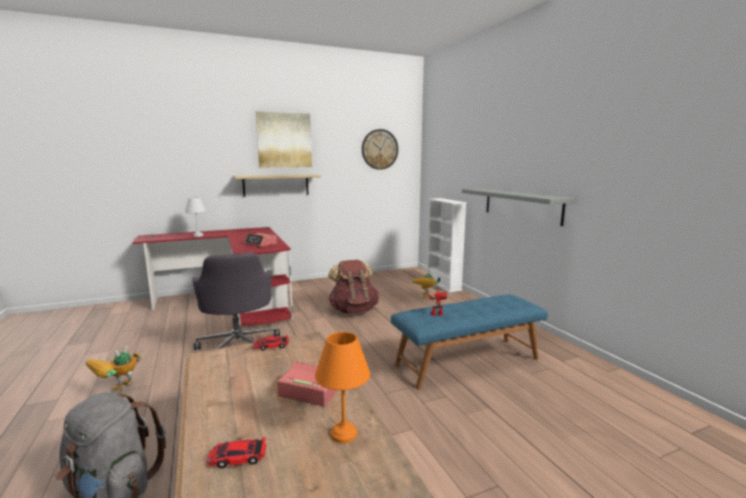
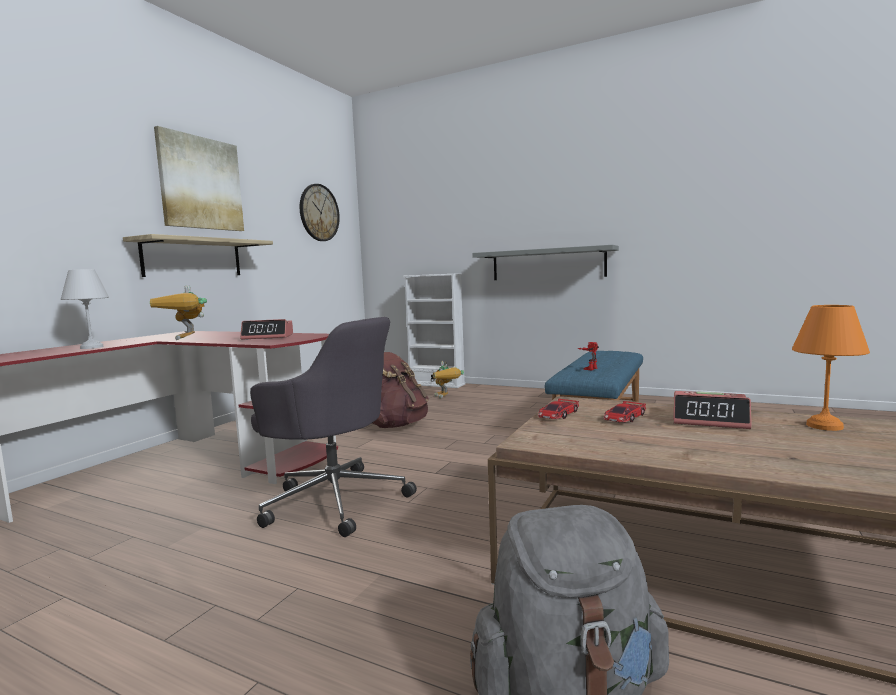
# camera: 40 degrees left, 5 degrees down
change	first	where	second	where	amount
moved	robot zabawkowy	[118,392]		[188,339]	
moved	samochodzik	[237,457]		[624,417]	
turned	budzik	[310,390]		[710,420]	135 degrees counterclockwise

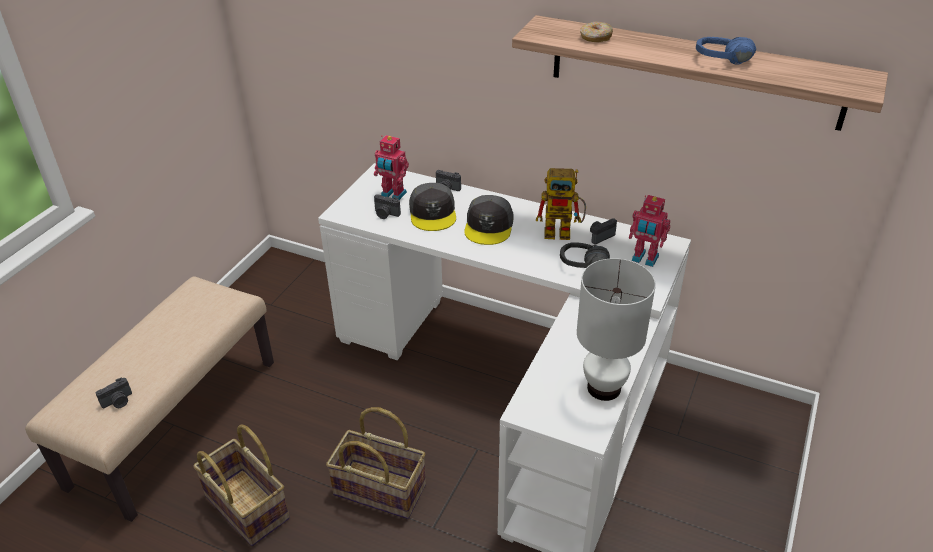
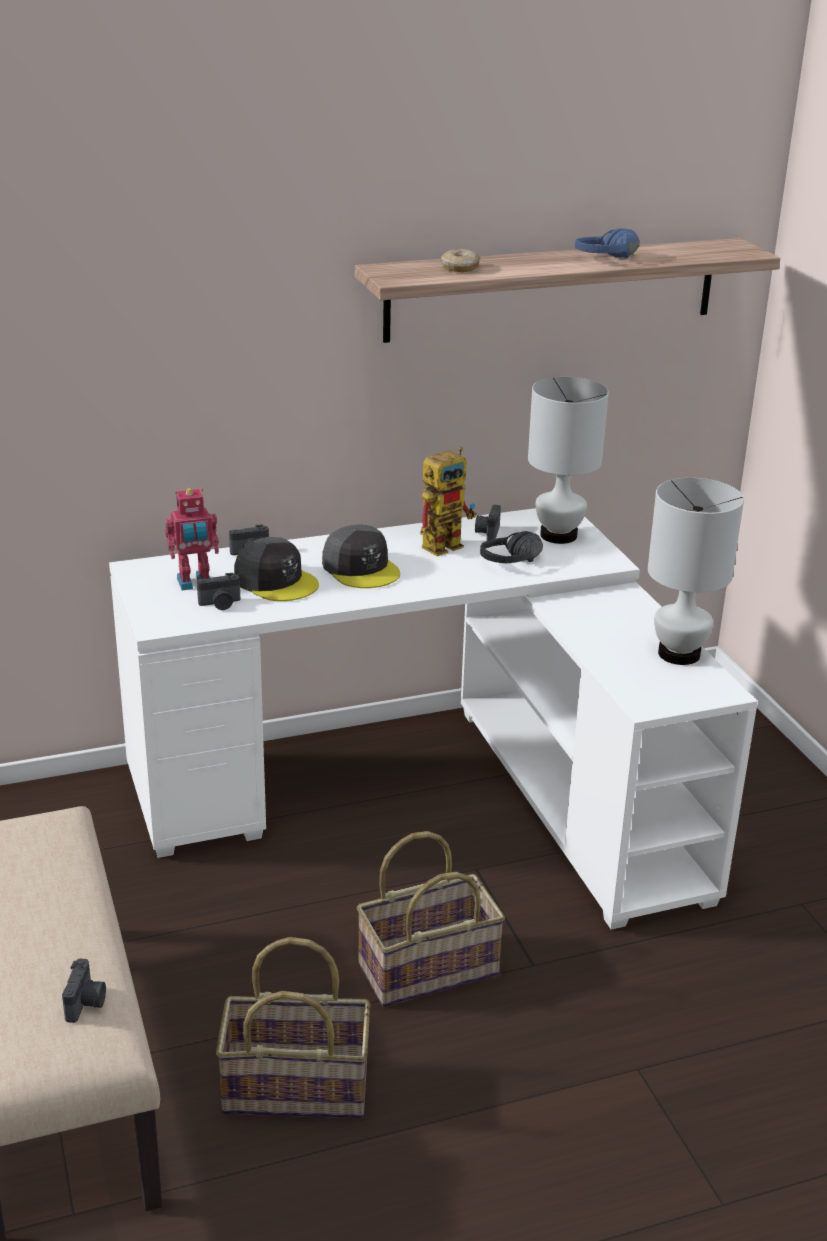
# camera: 45 degrees left, 10 degrees down
change	first	where	second	where	amount
replaced	robot zabawkowy	[644,259]	lampa stołowa (biały)	[559,535]	

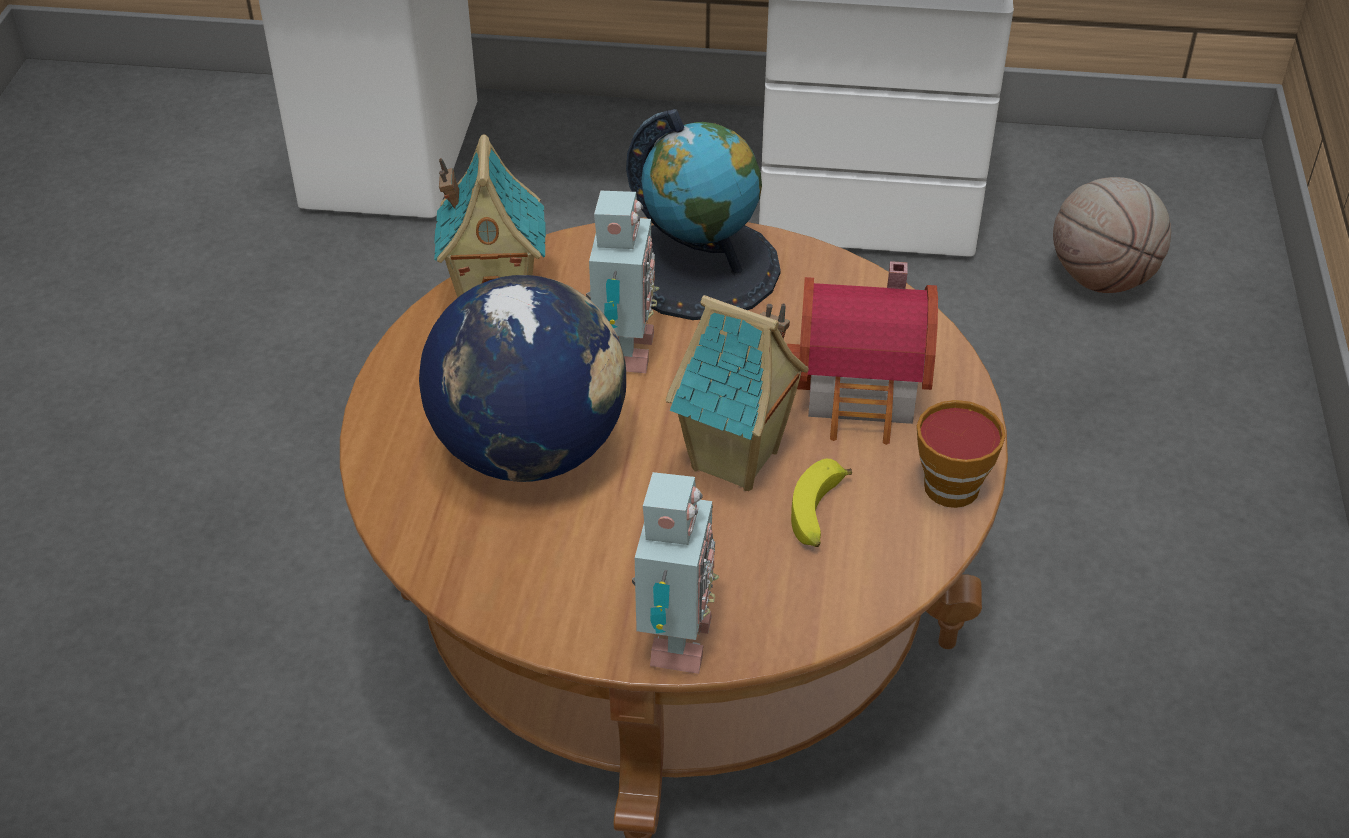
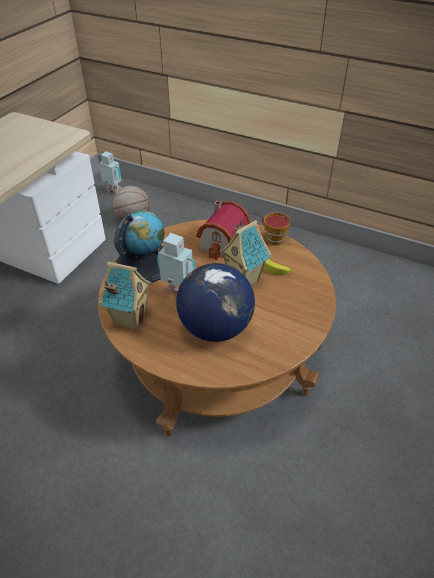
# camera: 70 degrees left, 0 degrees up
change	first	where	second	where	amount
moved	robot zabawkowy	[672,643]		[113,191]	

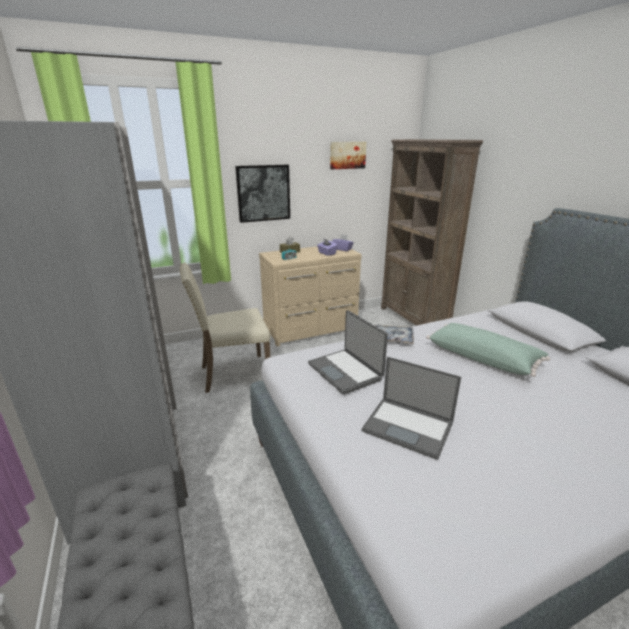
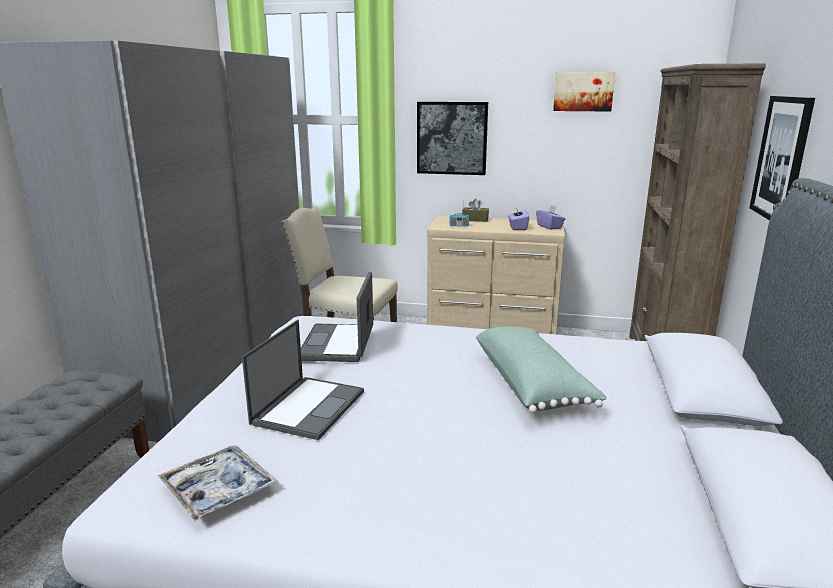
# camera: 35 degrees right, 5 degrees down
change	first	where	second	where	amount
moved	taca	[393,338]		[218,490]	
turned	laptop	[409,427]		[309,406]	135 degrees counterclockwise
added			obraz	[782,159]	

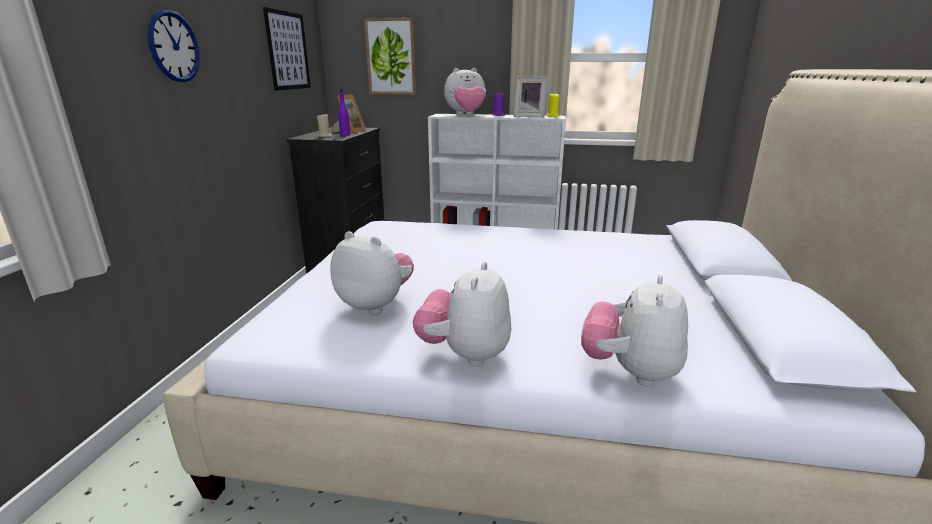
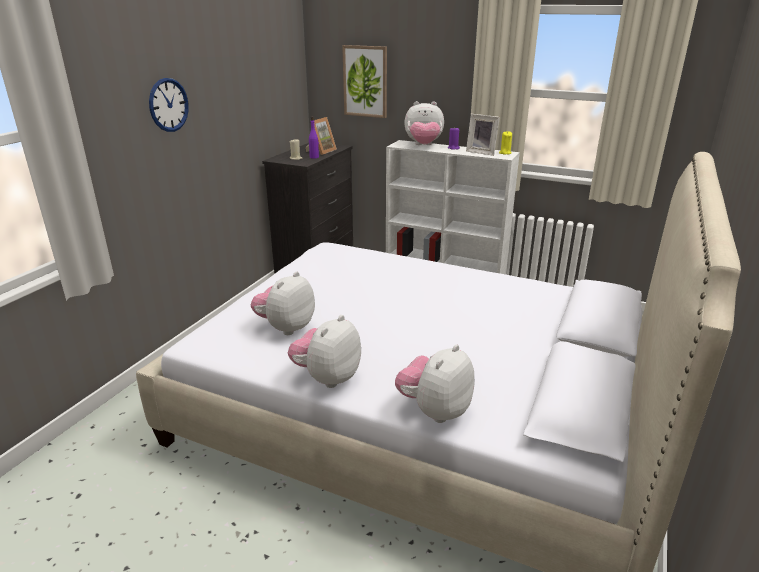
# camera: 15 degrees right, 5 degrees up
change	first	where	second	where	amount
turned	pluszak	[375,304]		[286,327]	105 degrees counterclockwise
removed	obraz	[288,51]			

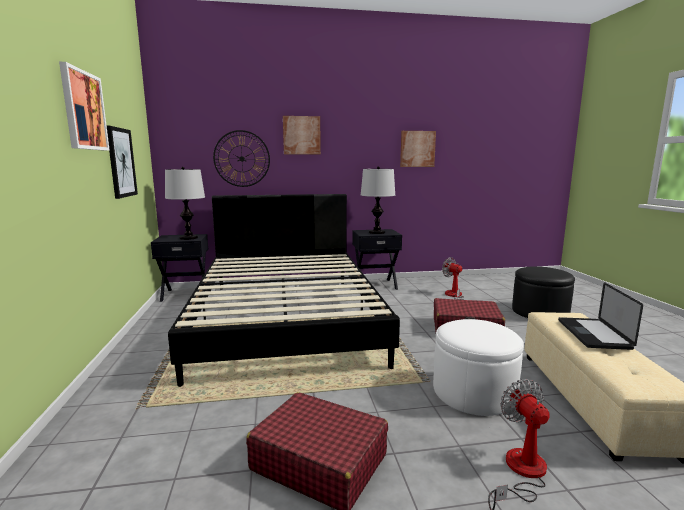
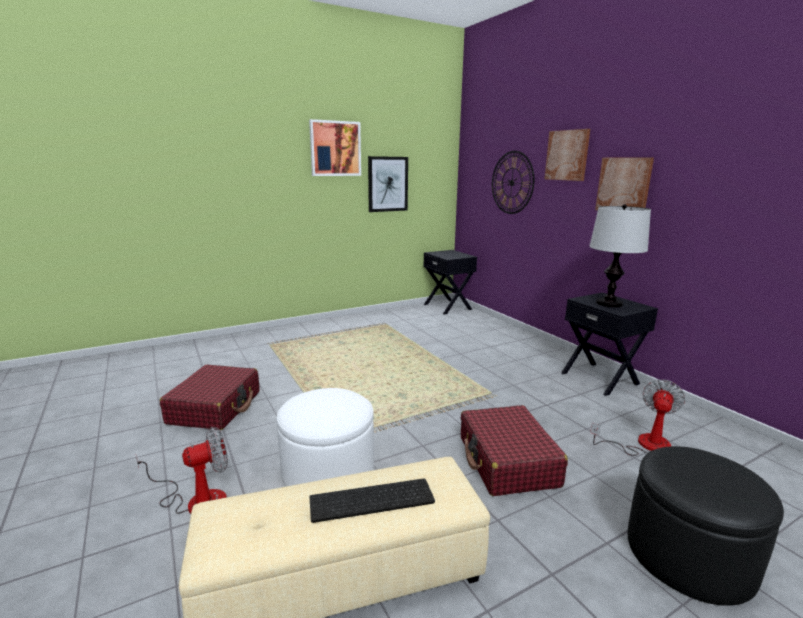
# camera: 70 degrees right, 5 degrees up
change	first	where	second	where	amount
replaced	laptop	[593,334]	klawiatura	[371,501]	
moved	obraz	[417,149]		[624,185]	
removed	lampa stołowa	[188,238]			
removed	łóżko (czarny)	[286,318]			

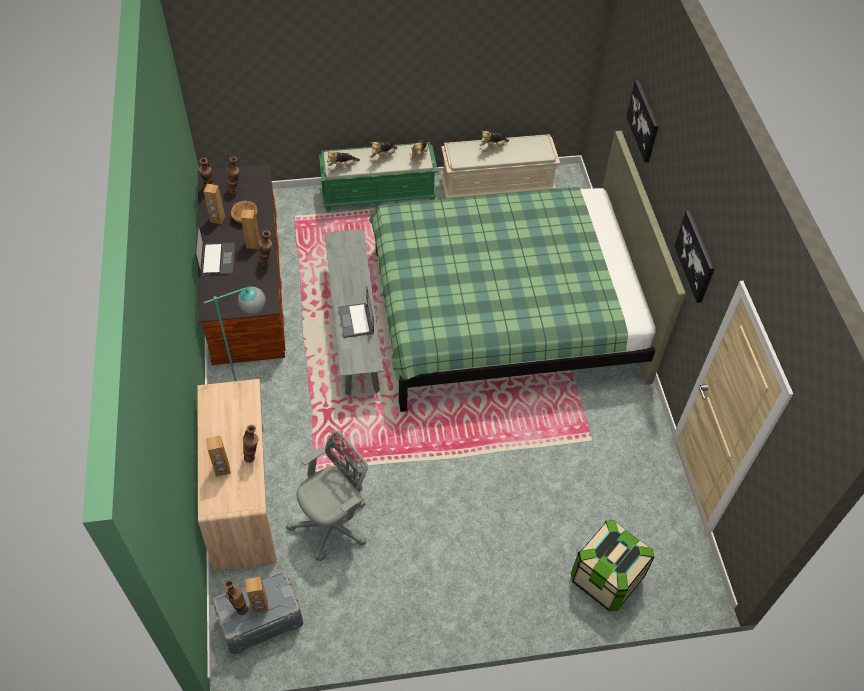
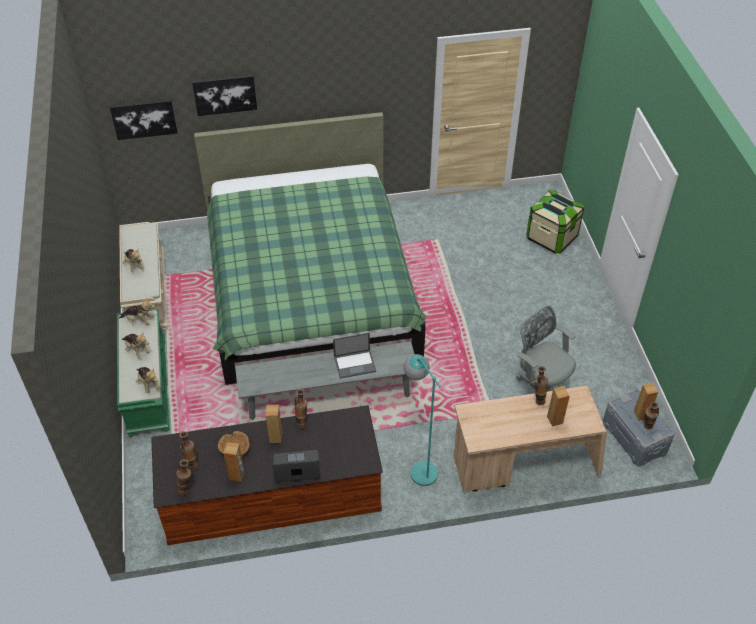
# camera: 90 degrees left, 5 degrees down
change	first	where	second	where	amount
moved	obraz	[695,256]		[144,118]	

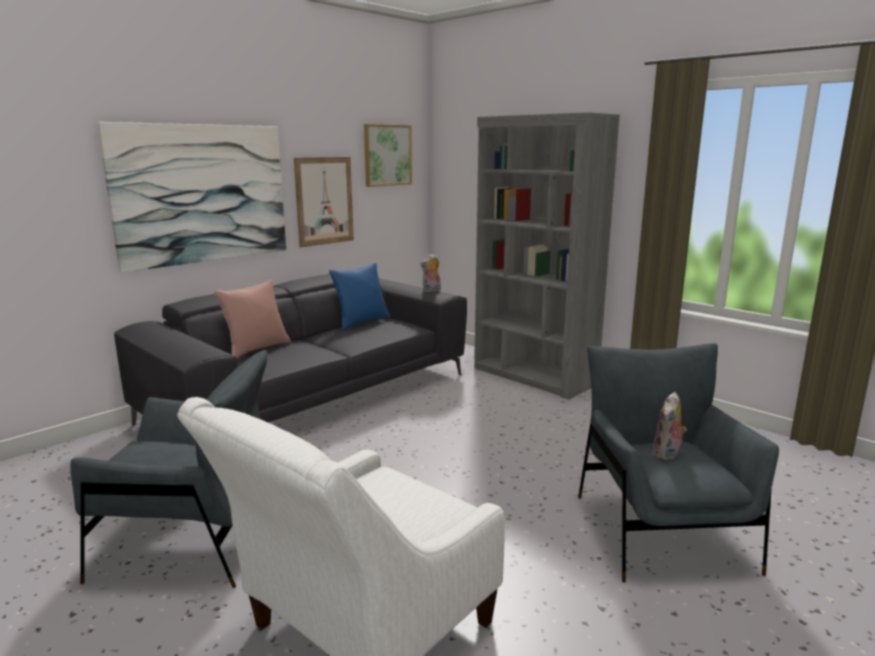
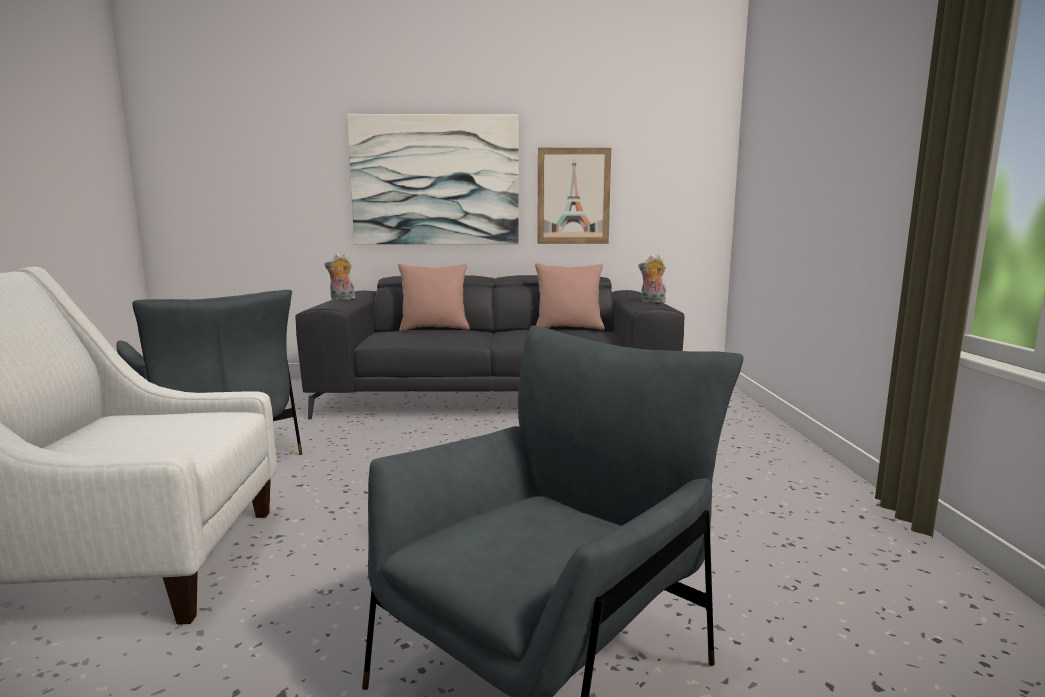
# camera: 45 degrees right, 5 degrees down
change	first	where	second	where	amount
moved	pluszak	[667,455]		[342,299]	
recoloured	poduszka (niebieski)	[361,322]	poduszka (różowy)	[568,328]	
removed	obraz	[387,155]			
removed	regał (szary)	[533,376]			

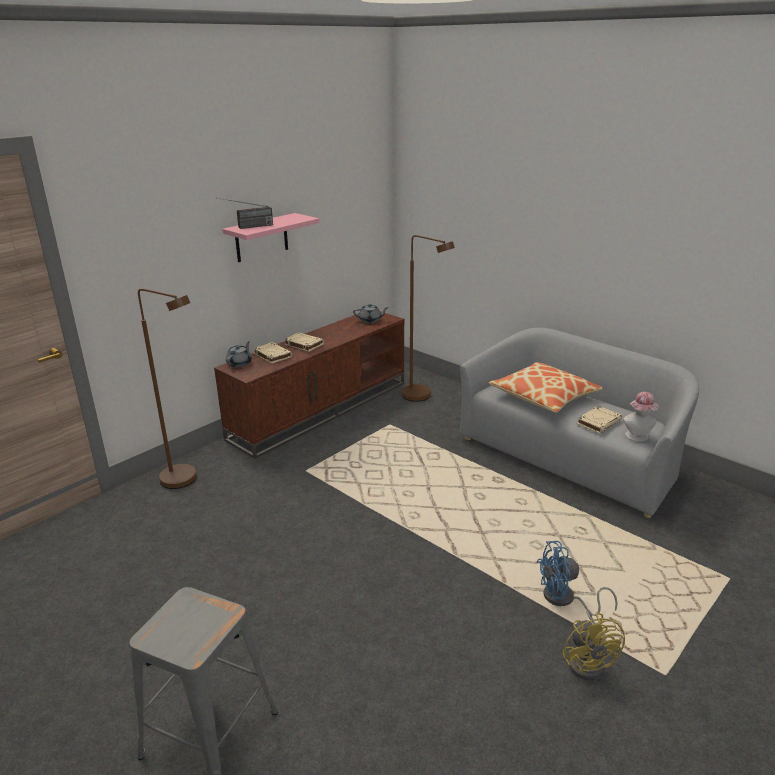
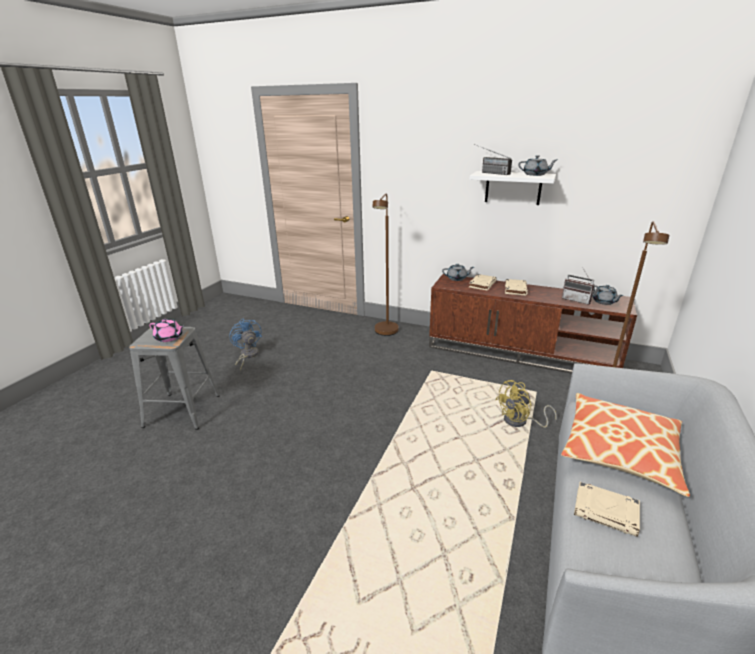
# camera: 70 degrees right, 0 degrees up
change	first	where	second	where	amount
added			imbryk (różowy)	[169,338]	
moved	wentylator (niebieski)	[565,600]		[247,356]	
recoloured	półka (różowy)	[261,238]	półka (biały)	[513,188]	
moved	wentylator (żółty)	[588,662]		[520,422]	
added			imbryk (szary)	[535,174]	
added			radio	[577,300]	
removed	kapelusz	[637,437]			

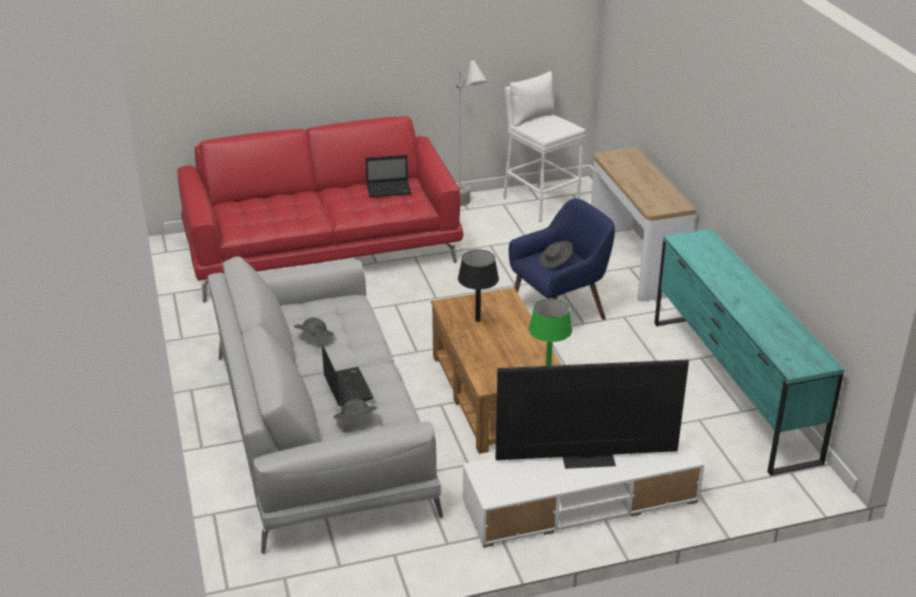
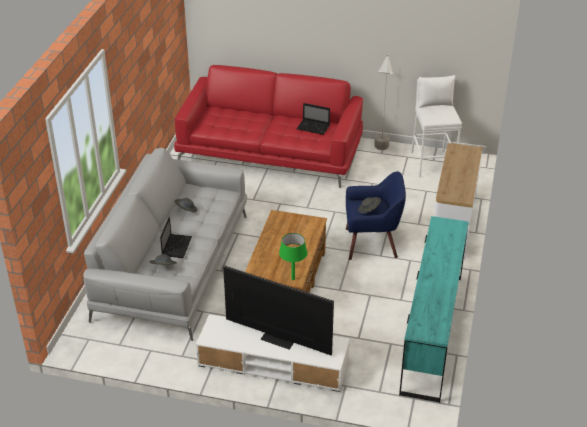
# camera: 30 degrees right, 5 degrees up
change	first	where	second	where	amount
removed	lampa stołowa (czarny)	[477,320]			

